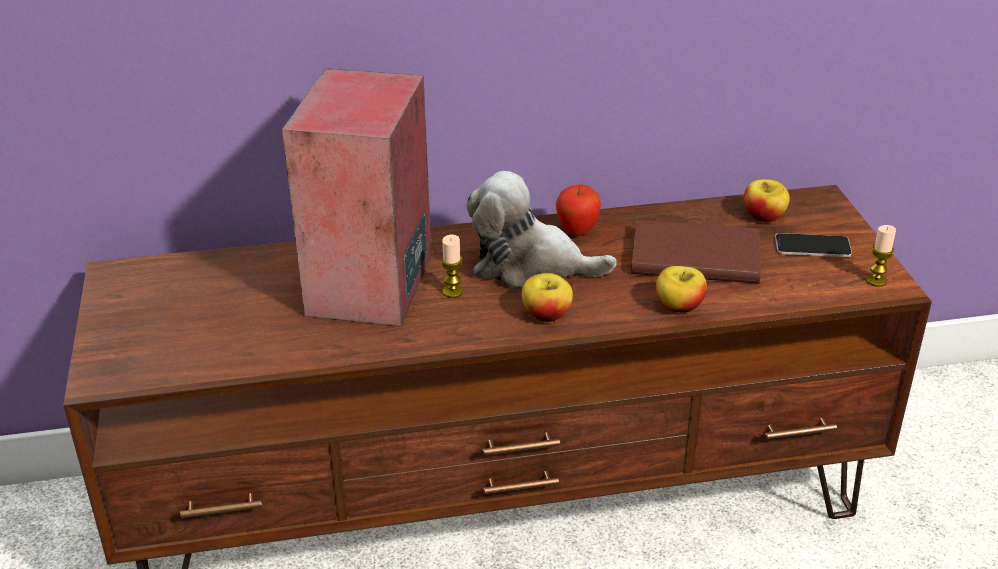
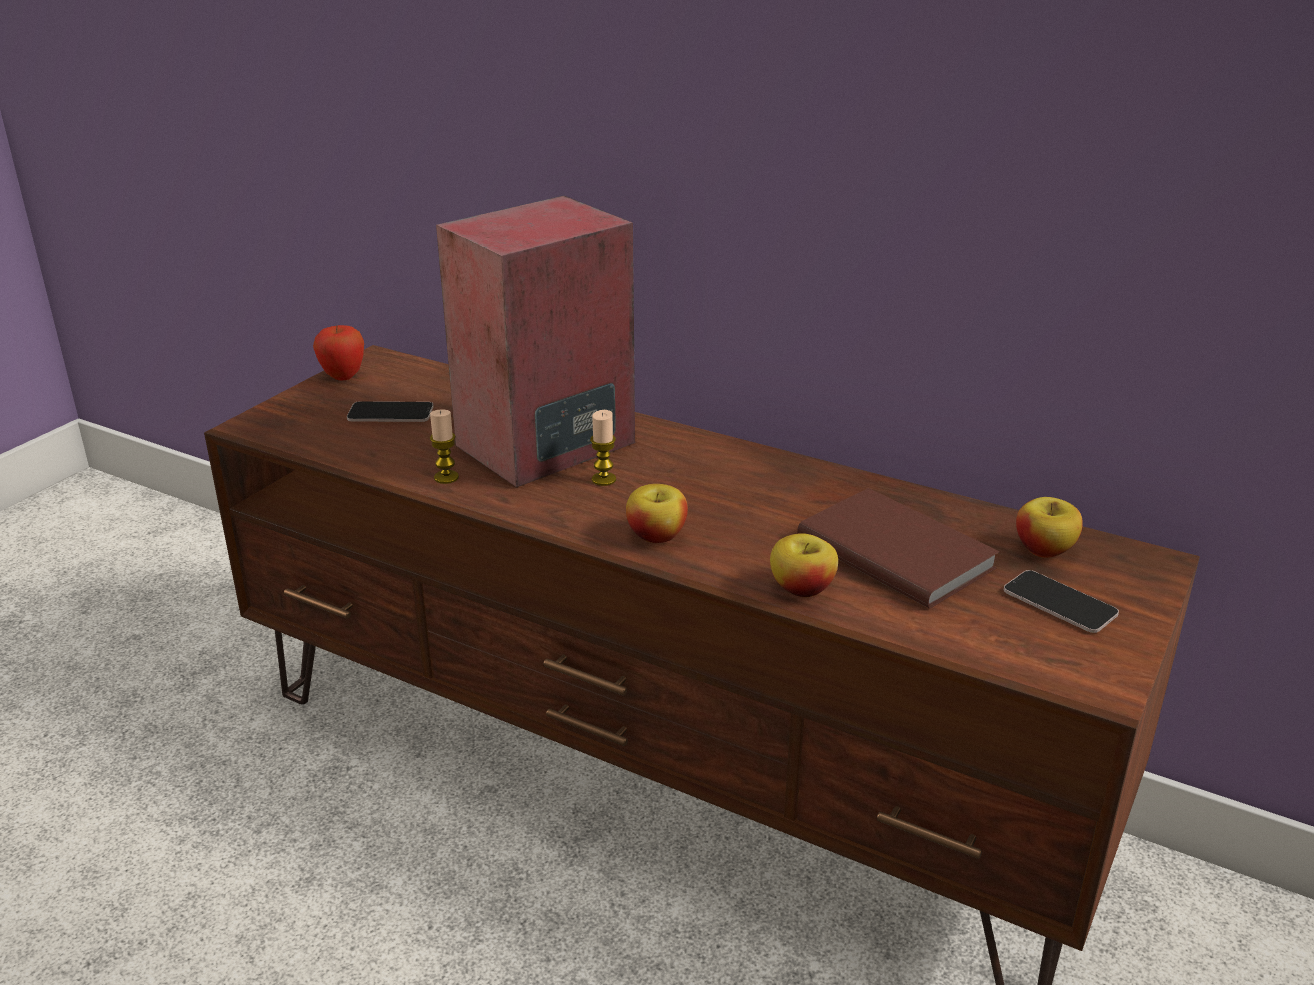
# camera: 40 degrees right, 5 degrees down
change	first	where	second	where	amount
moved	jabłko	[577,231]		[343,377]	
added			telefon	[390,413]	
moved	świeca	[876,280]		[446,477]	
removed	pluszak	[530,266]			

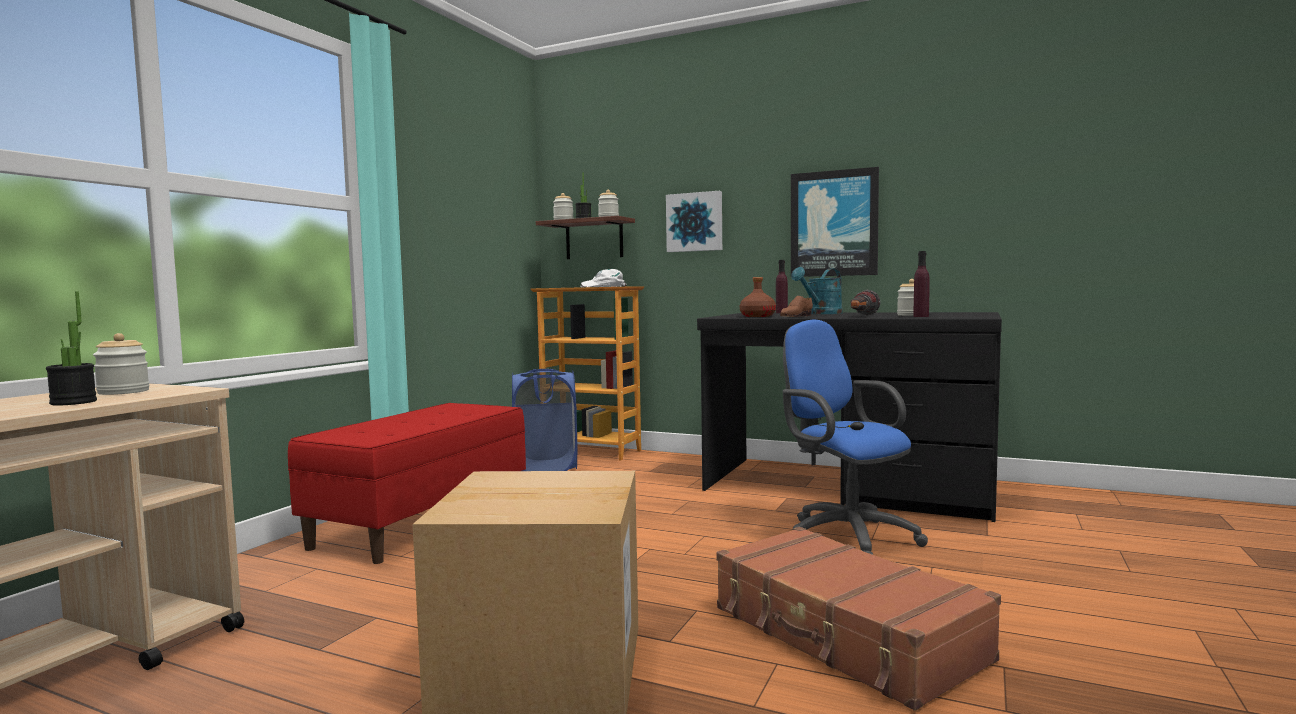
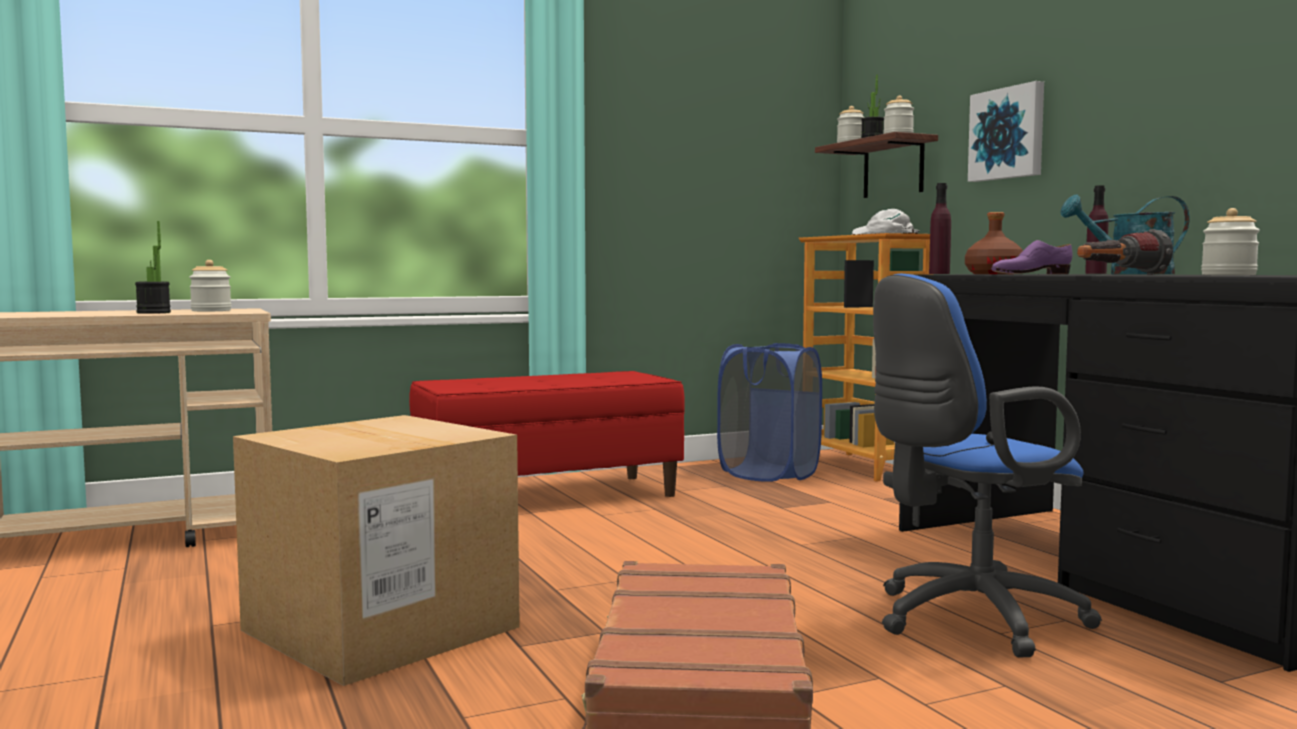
# camera: 40 degrees right, 0 degrees up
change	first	where	second	where	amount
turned	krzesło biurowe (niebieski)	[844,536]		[967,619]	120 degrees counterclockwise
moved	butelka (fioletowy)	[921,316]		[939,274]	
recoloured	but (brązowy)	[795,316]	but (fioletowy)	[1030,274]	
removed	obraz	[834,223]			

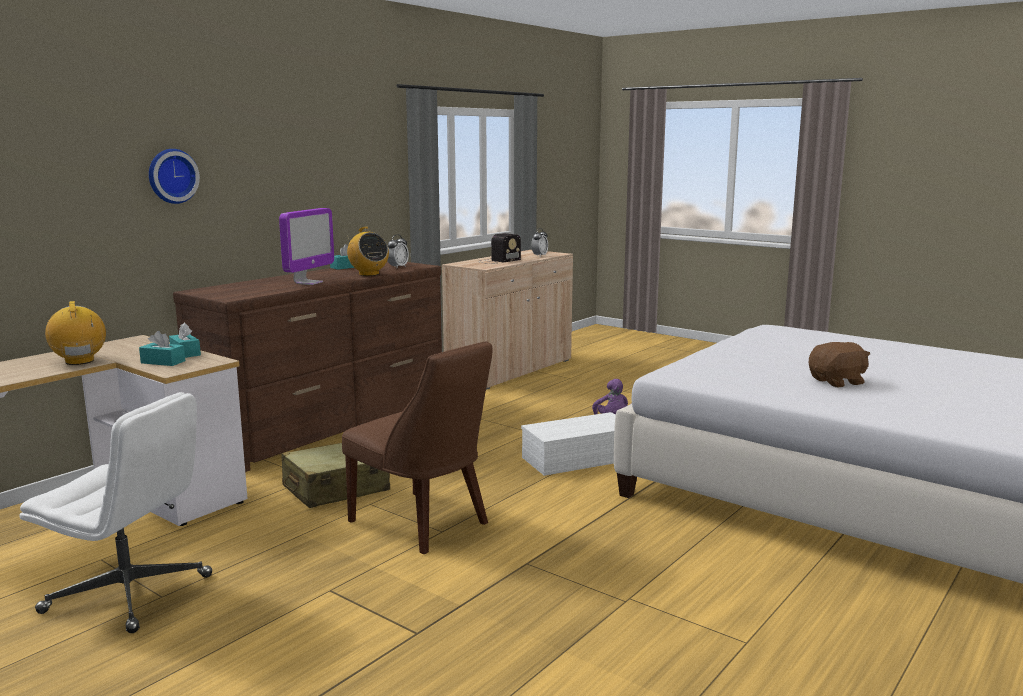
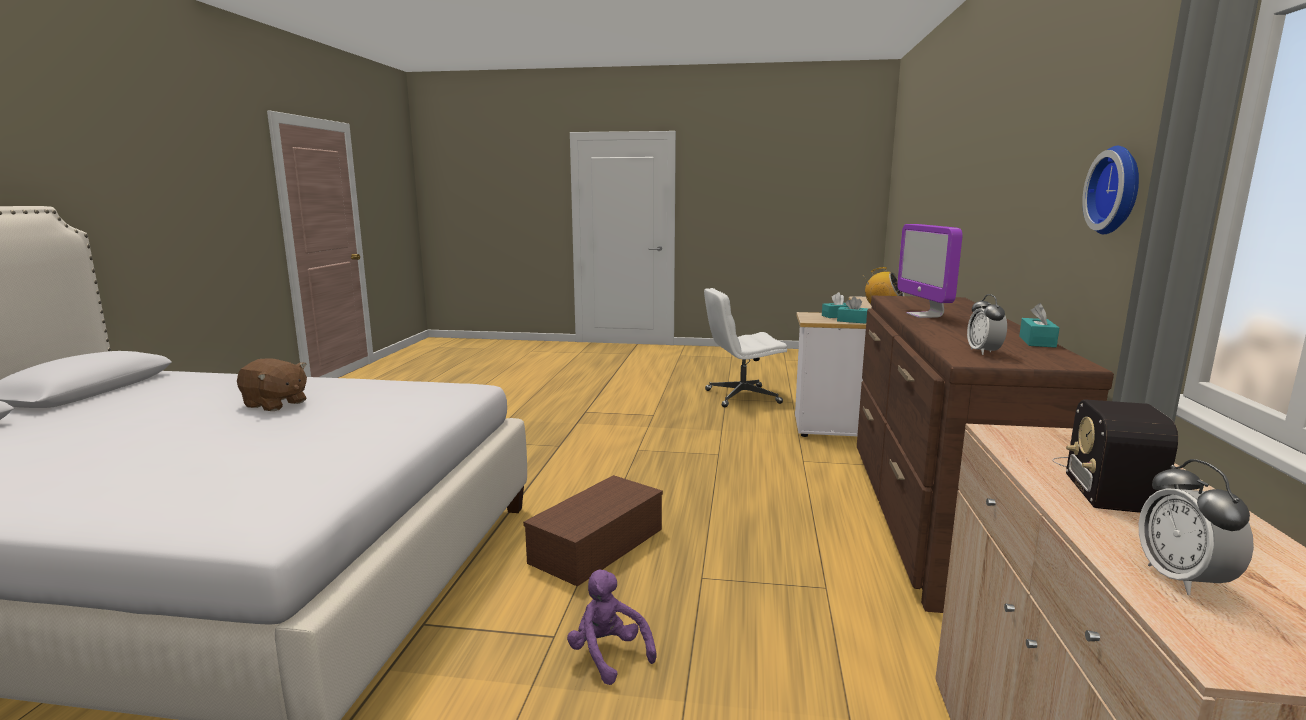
# camera: 150 degrees right, 0 degrees up
change	first	where	second	where	amount
turned	pluszak (brązowy)	[837,382]		[275,404]	105 degrees counterclockwise
recoloured	pojemnik do przechowywania (biały)	[579,458]	pojemnik do przechowywania (brązowy)	[597,547]	
moved	zegar ścienny	[171,176]		[1118,190]	
removed	walizka (beżowy)	[335,489]			
removed	krzesło (brązowy)	[423,524]			
removed	radio	[368,274]			

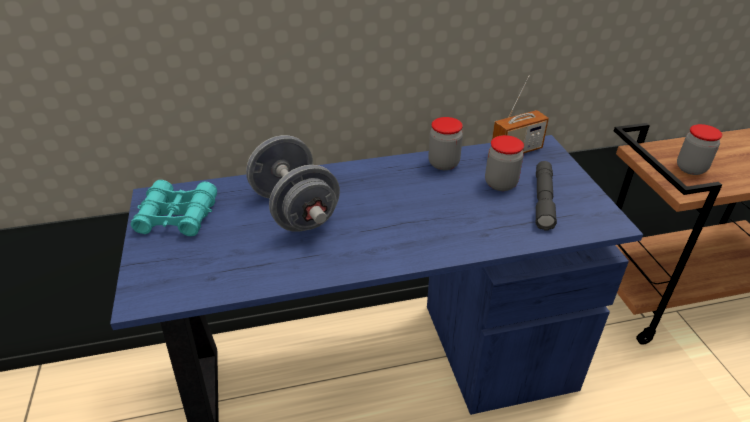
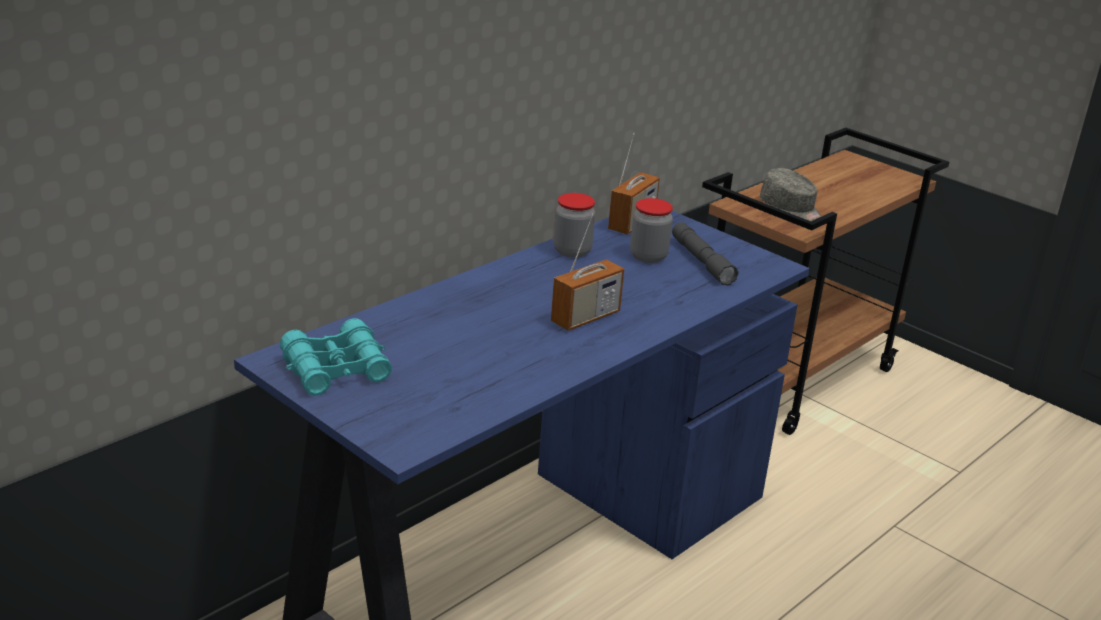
# camera: 35 degrees left, 10 degrees down
change	first	where	second	where	amount
added			radio	[585,317]	
replaced	słoik	[691,168]	czapka z daszkiem (szary)	[791,210]	
removed	hantel (szary)	[295,210]			

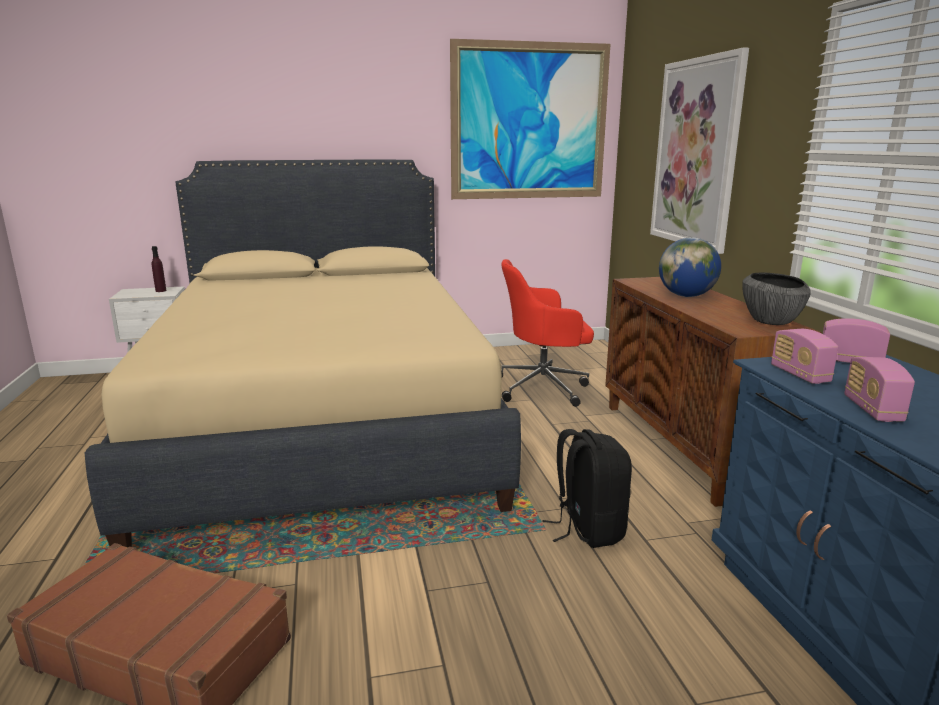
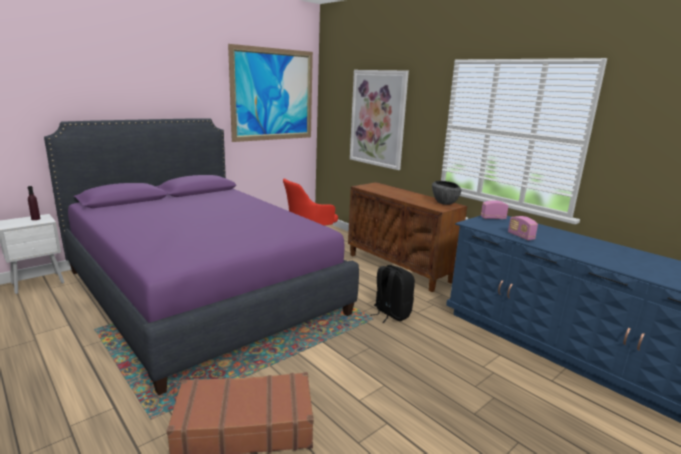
# camera: 30 degrees left, 0 degrees up
change	first	where	second	where	amount
recoloured	łóżko (beżowy)	[324,422]	łóżko (fioletowy)	[201,291]	
removed	globus	[686,296]			
removed	radio	[799,375]			

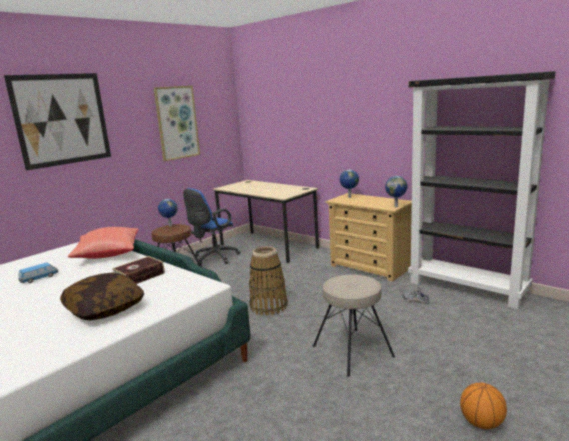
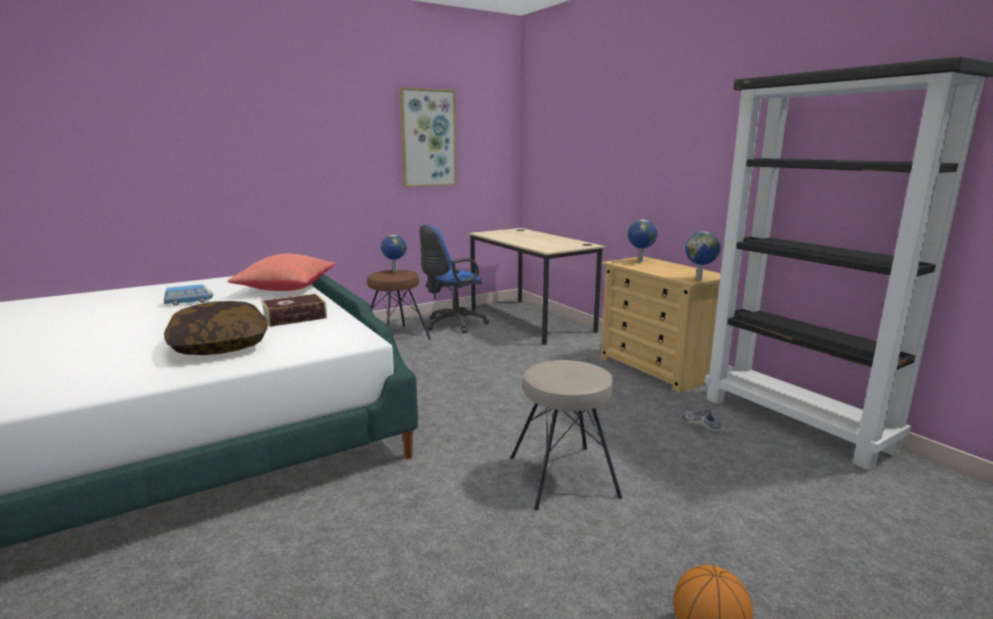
# camera: 15 degrees right, 0 degrees up
change	first	where	second	where	amount
removed	obraz	[62,119]			
removed	koszyk	[269,306]			

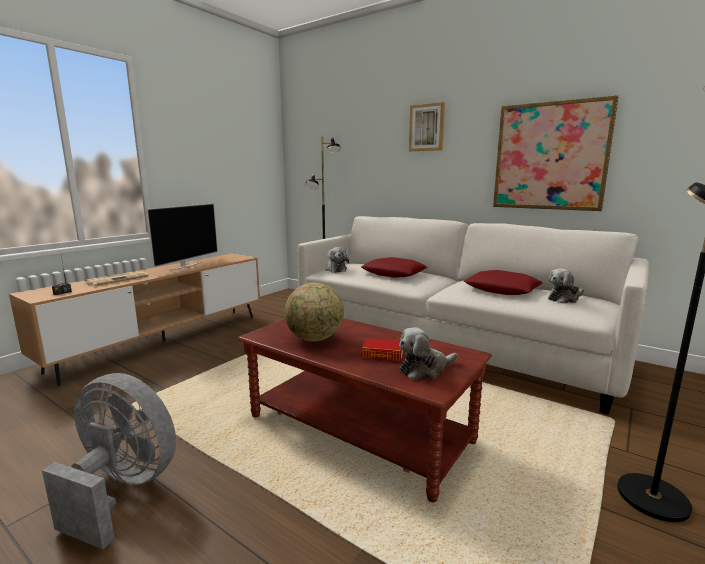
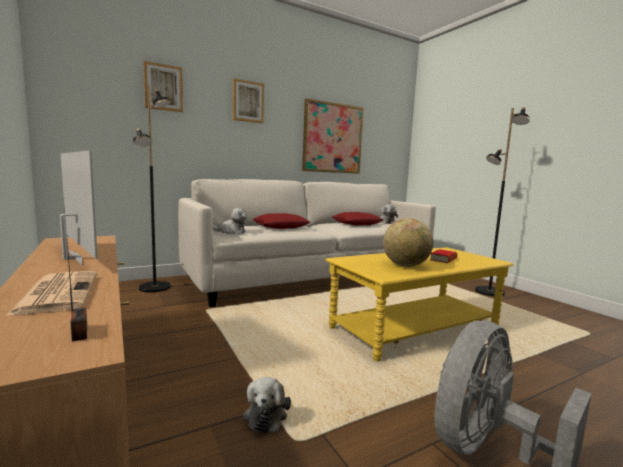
# camera: 65 degrees left, 5 degrees down
change	first	where	second	where	amount
added			obraz	[163,87]	
moved	pluszak	[425,369]		[266,414]	
recoloured	ława (brązowy)	[358,429]	ława (żółty)	[415,328]	

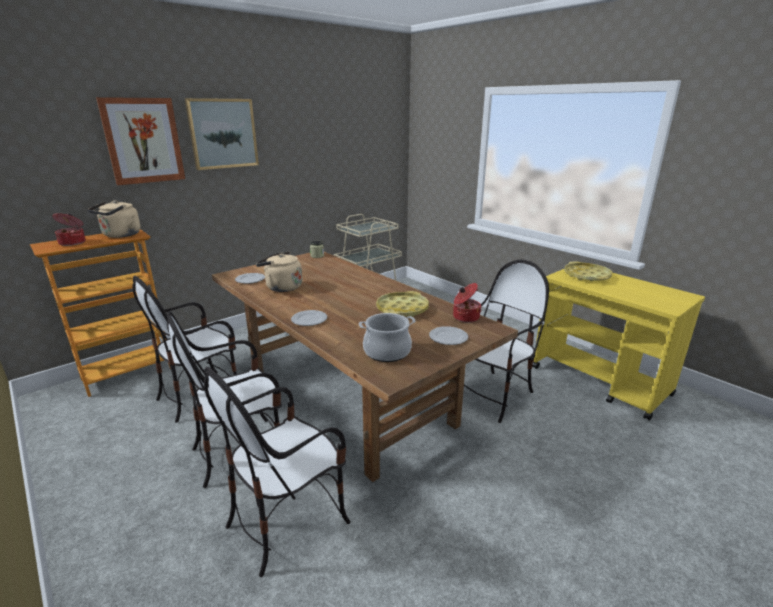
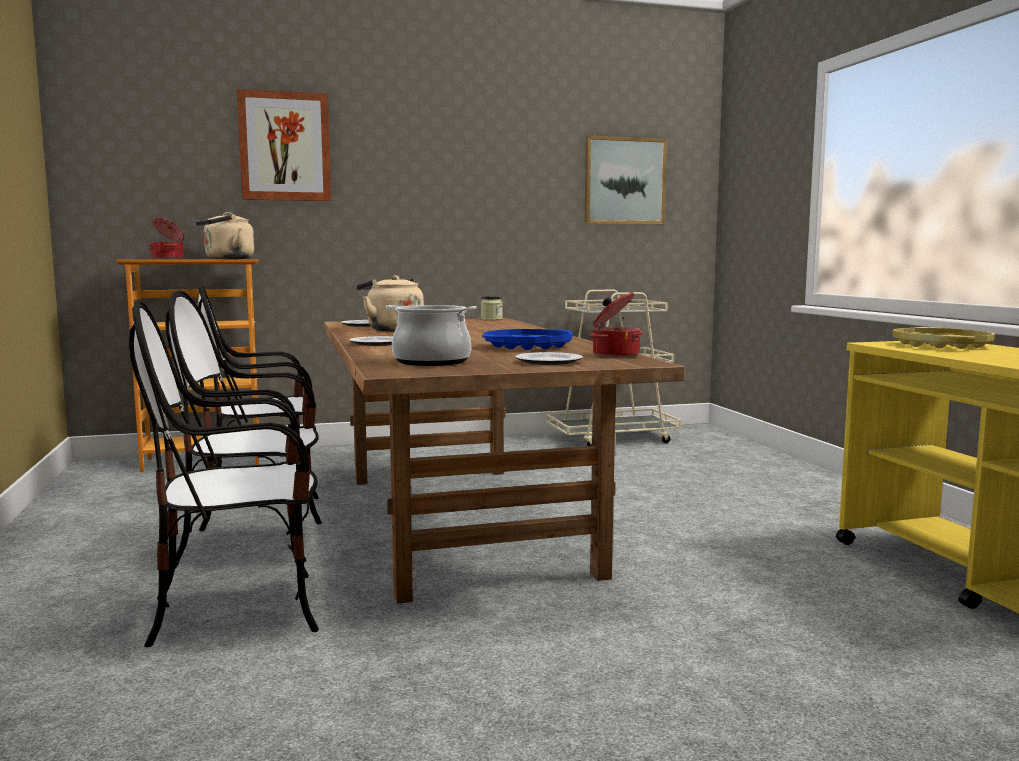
# camera: 25 degrees right, 15 degrees down
change	first	where	second	where	amount
recoloured	taca (żółty)	[402,309]	taca (niebieski)	[528,346]	
moved	obraz	[223,133]		[624,181]	
removed	krzesło	[493,395]			

